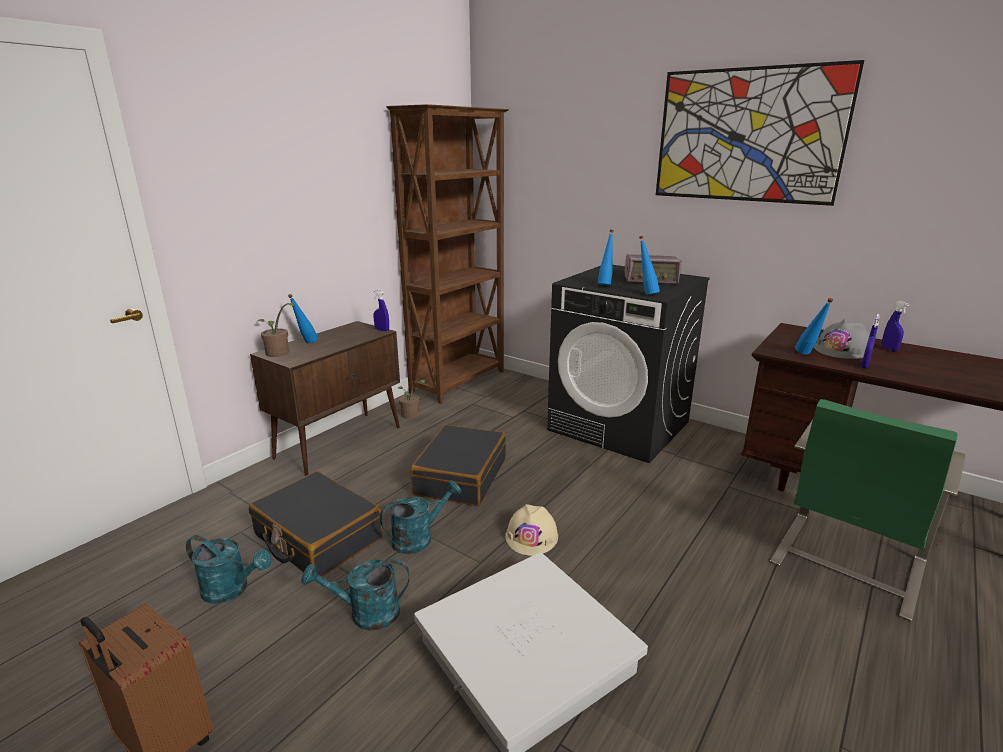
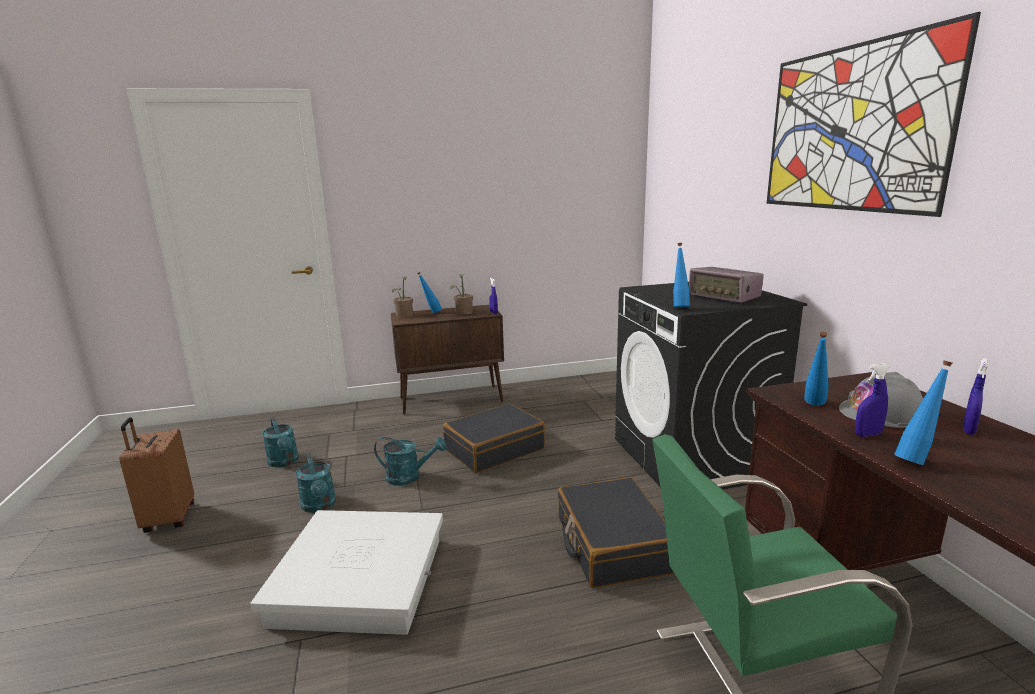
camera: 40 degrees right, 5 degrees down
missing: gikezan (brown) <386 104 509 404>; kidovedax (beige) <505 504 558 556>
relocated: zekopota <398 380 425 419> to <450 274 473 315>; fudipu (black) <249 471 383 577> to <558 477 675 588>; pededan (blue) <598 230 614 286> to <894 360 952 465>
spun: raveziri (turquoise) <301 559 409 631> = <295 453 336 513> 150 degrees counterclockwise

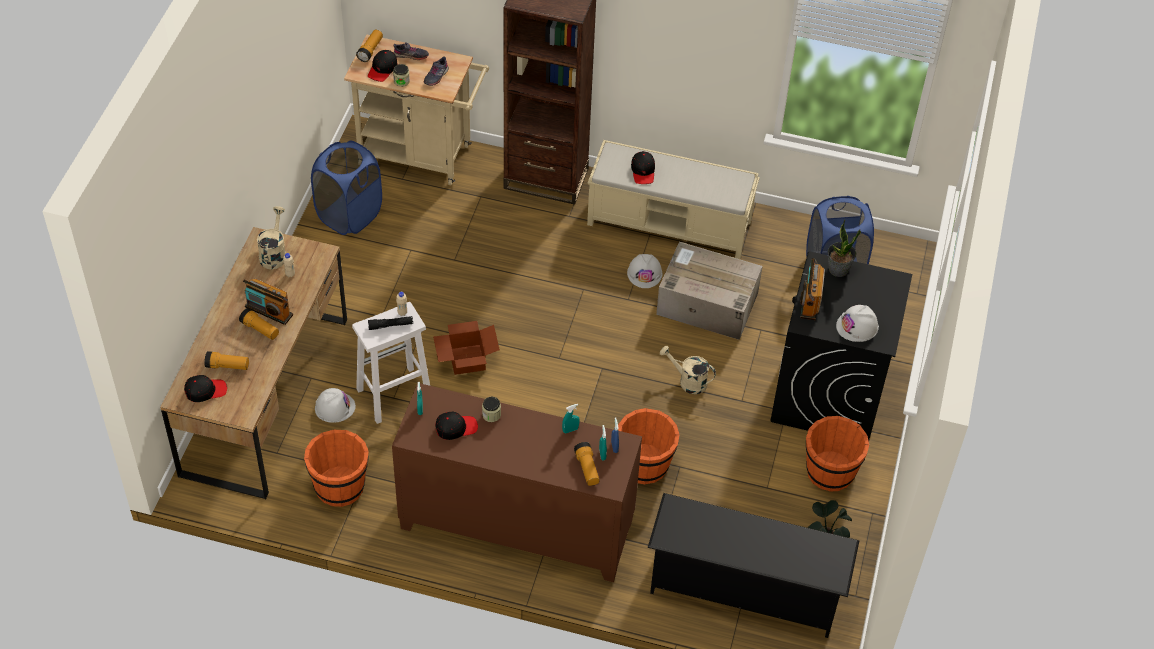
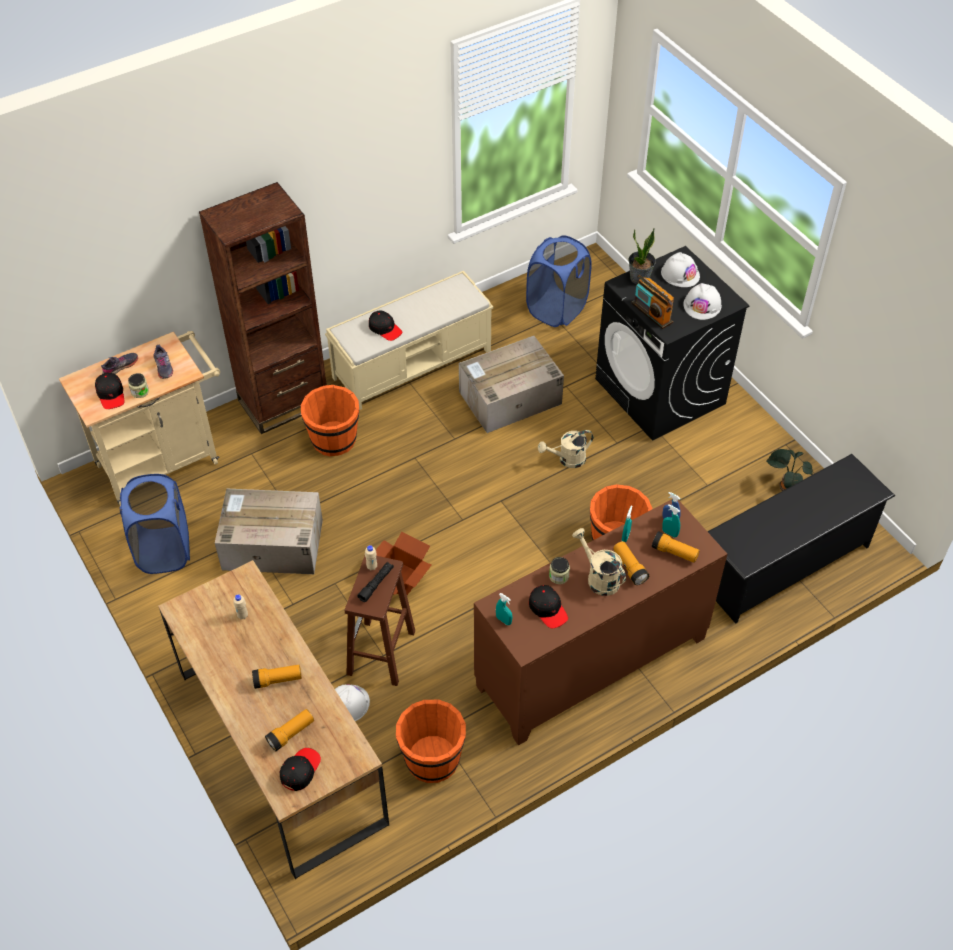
camera: 45 degrees left, 0 degrees up
missing: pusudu <243 279 293 325>
appeared: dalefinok <215 488 323 574>
relocated: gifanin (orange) <806 416 869 492> to <301 385 359 457>; raveziri (beige) <257 206 286 269> to <572 528 626 596>; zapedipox <356 30 383 62> to <613 541 649 585>; kidovedax (white) <627 254 662 288> to <661 252 700 287>
colour: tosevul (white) <352 302 430 424> to tosevul (brown) <345 556 415 686>
spun: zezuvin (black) <435 412 478 440> = <529 585 568 629> 120 degrees clockwise

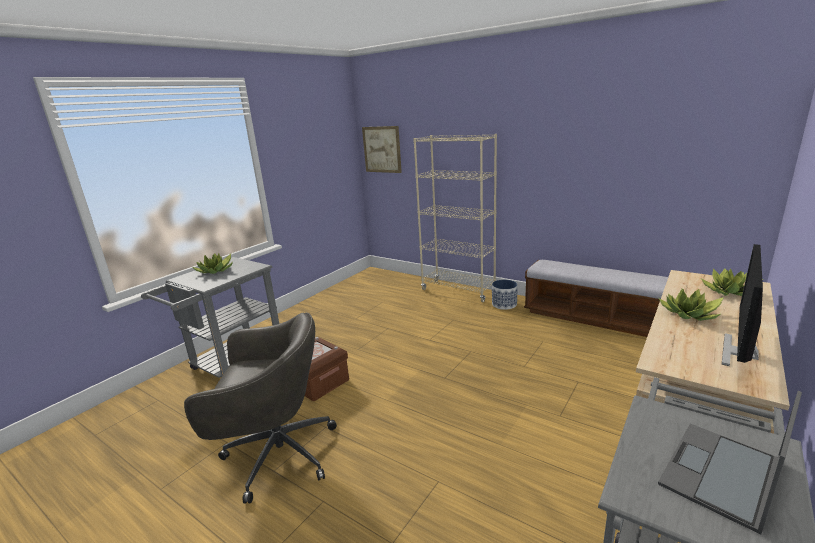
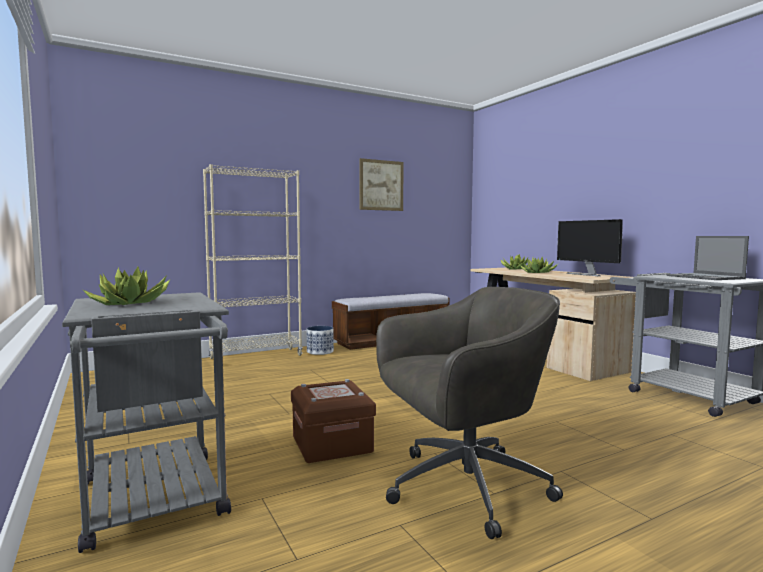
camera: 65 degrees left, 15 degrees down
relocated: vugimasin <362 126 402 173> to <359 158 404 211>
spun: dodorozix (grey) <184 313 337 504> = <376 287 563 539> 45 degrees clockwise

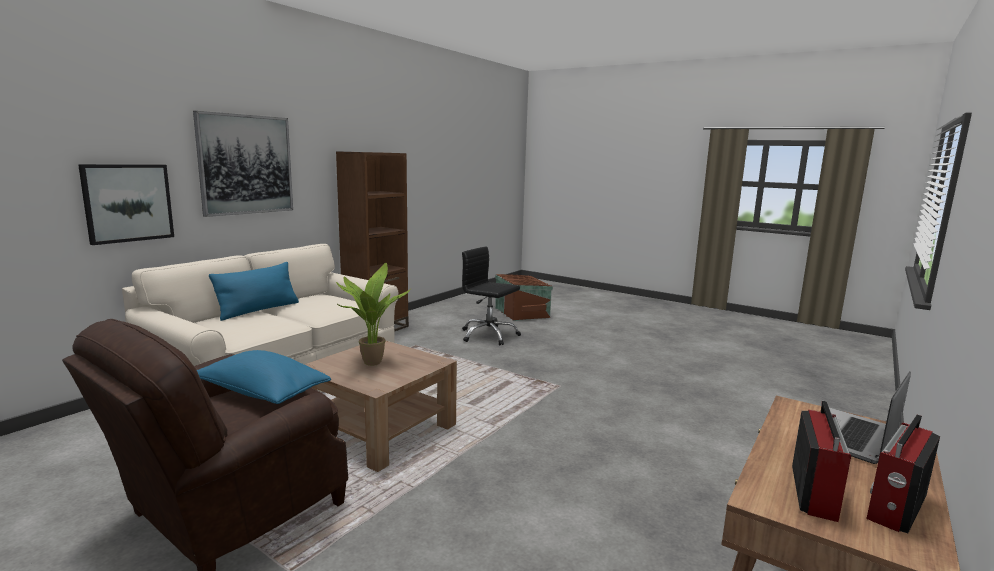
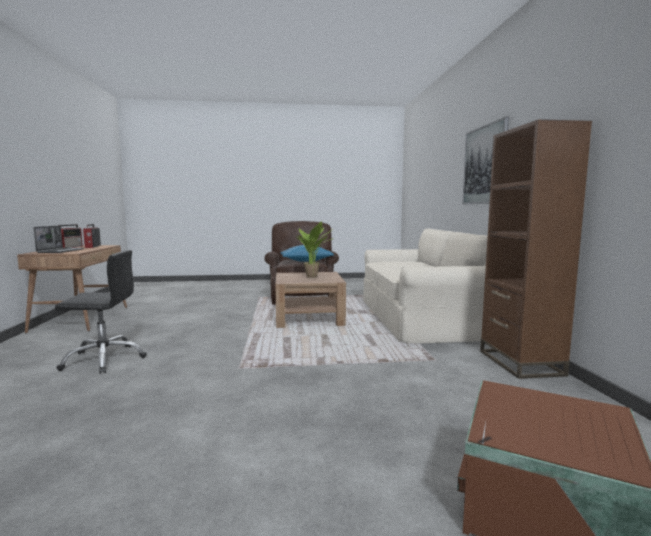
camera: 140 degrees right, 5 degrees down
missing: vugimasin <78 164 174 245>; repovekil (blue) <209 262 299 321>
relocated: dodorozix (black) <462 247 521 345> to <55 250 147 374>

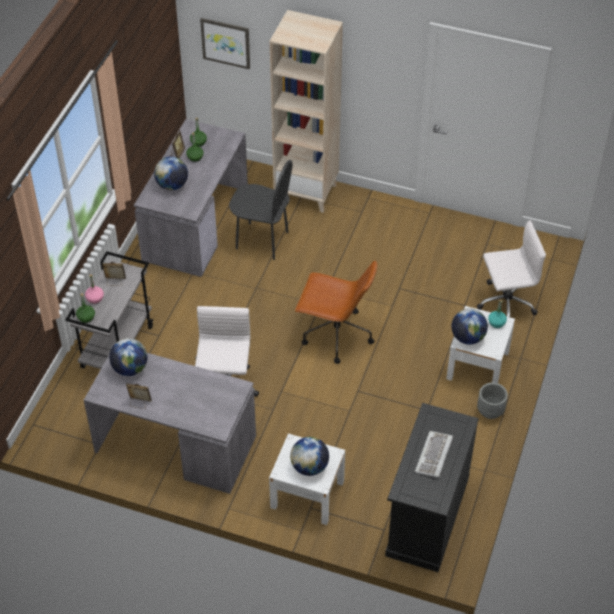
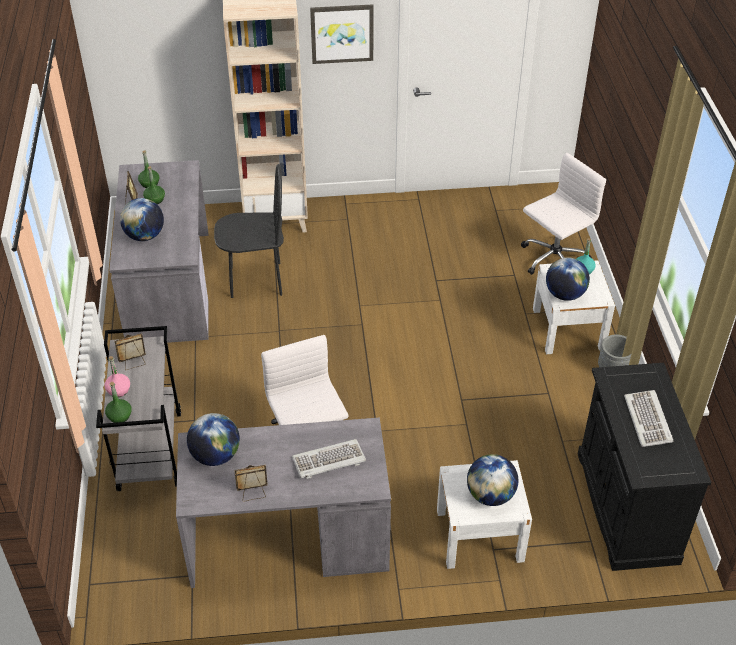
camera: 25 degrees left, 5 degrees down
missing: dodorozix (brown) <295 260 377 364>
appeared: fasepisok <292 439 366 479>
relocated: vugimasin <200 18 250 69> to <310 4 374 64>

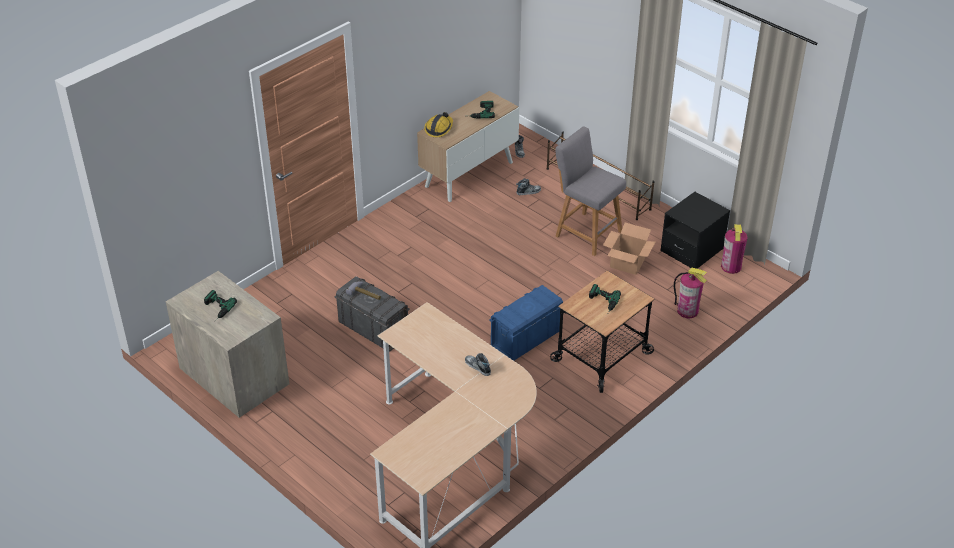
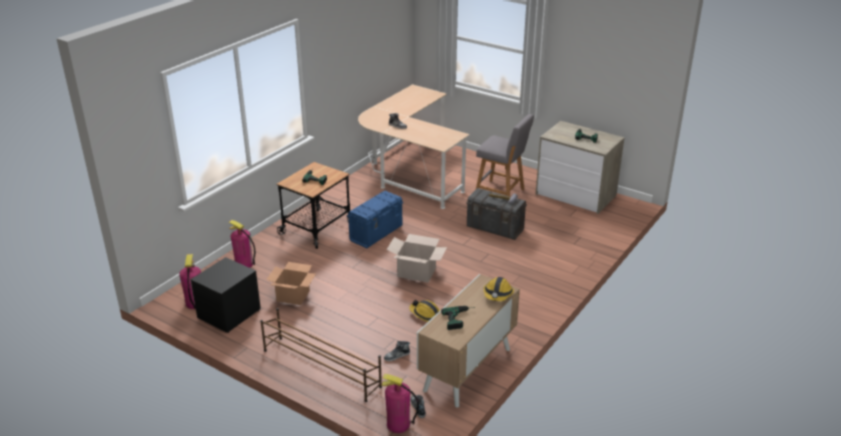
camera: 170 degrees right, 10 degrees down
appeared: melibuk <381 374 419 433>; dalefinok <386 234 447 282>; kidovedax <409 300 440 322>
relocated: tosevul (grey) <555 126 626 256> to <476 114 534 196>

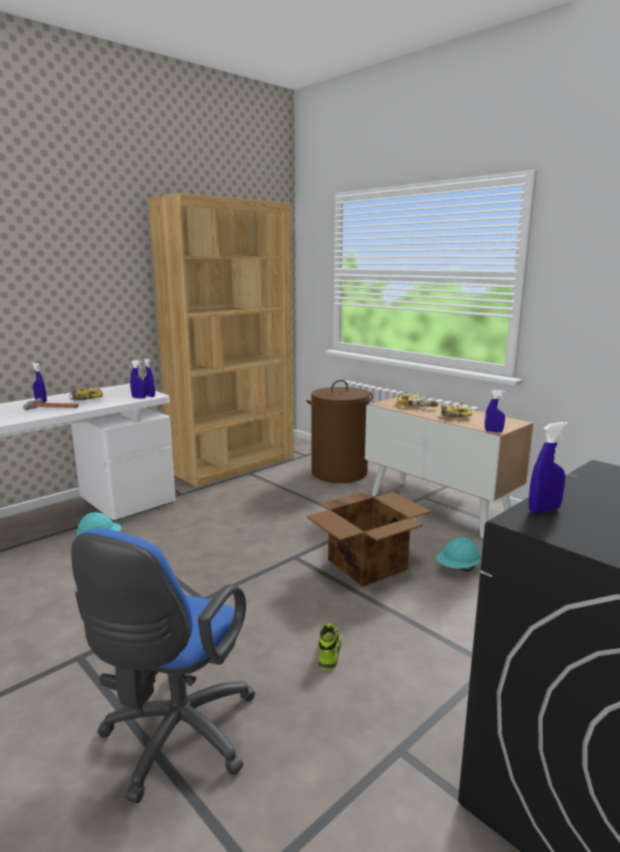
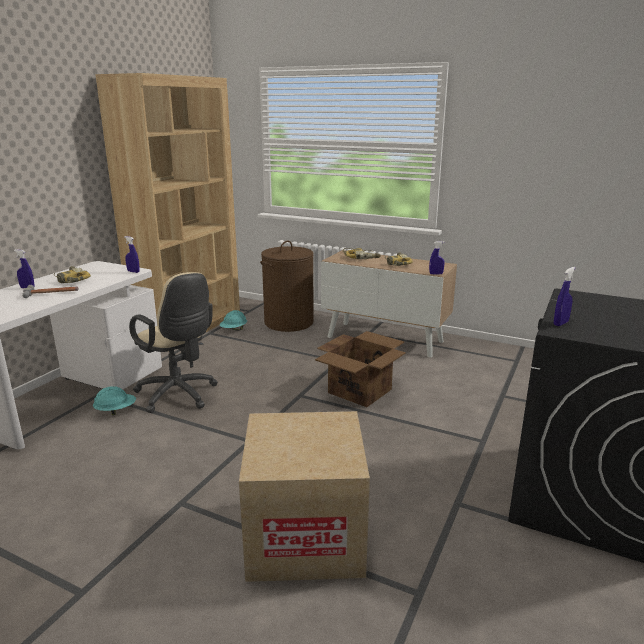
camera: 20 degrees left, 5 degrees up
missing: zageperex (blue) <130 360 146 399>; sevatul <319 623 341 670>
appeared: dodorozix (beige) <129 272 218 413>
relocated: kidovedax (turquoise) <436 537 481 572> to <220 310 247 331>
exchanged: dodorozix (blue) <71 528 256 803> to dalefinok <239 411 370 582>

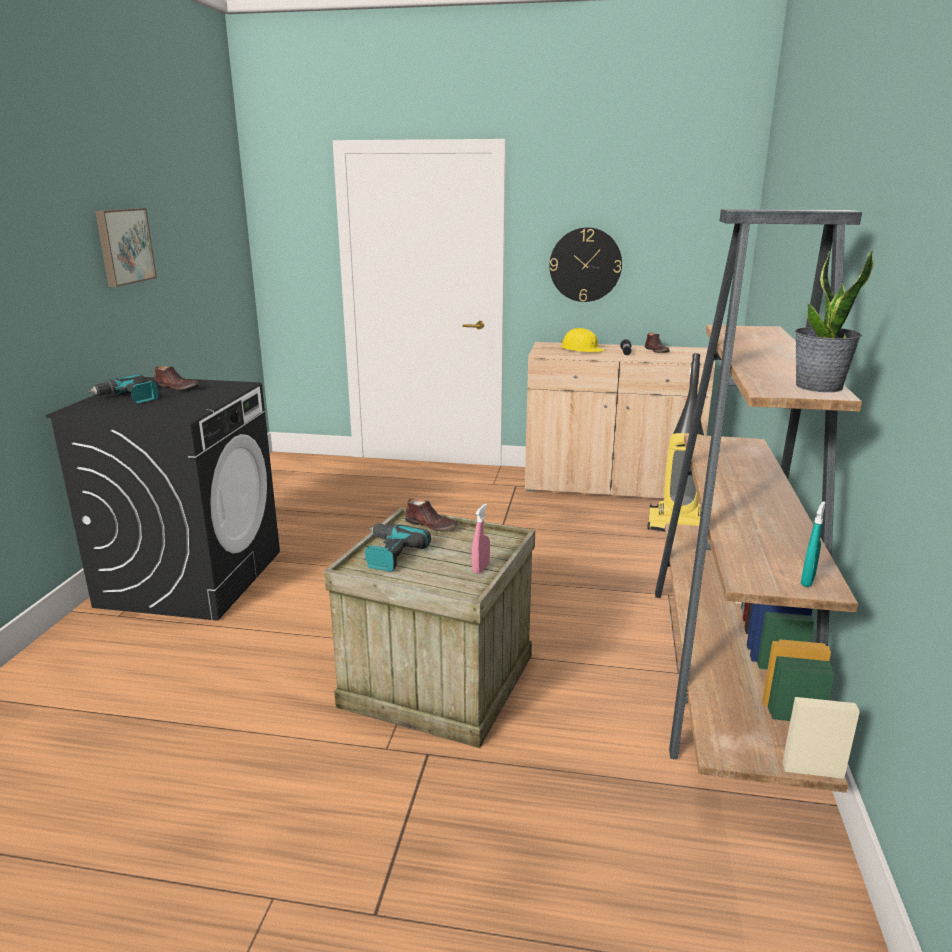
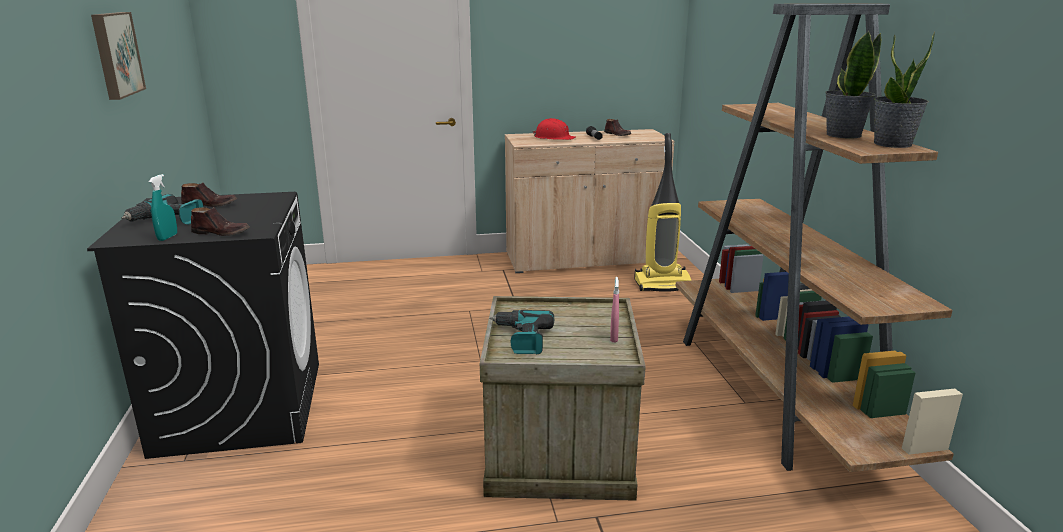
camera: 20 degrees left, 0 degrees up
missing: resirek <549 227 622 302>
appeared: zekopota <825 30 881 138>
relocated: zageperex (turquoise) <801 501 825 587> to <149 174 177 241>; sevatul (brown) <405 498 458 531> to <191 207 250 236>
colour: kidovedax (yellow) <561 328 605 353> to kidovedax (red) <532 118 576 140>

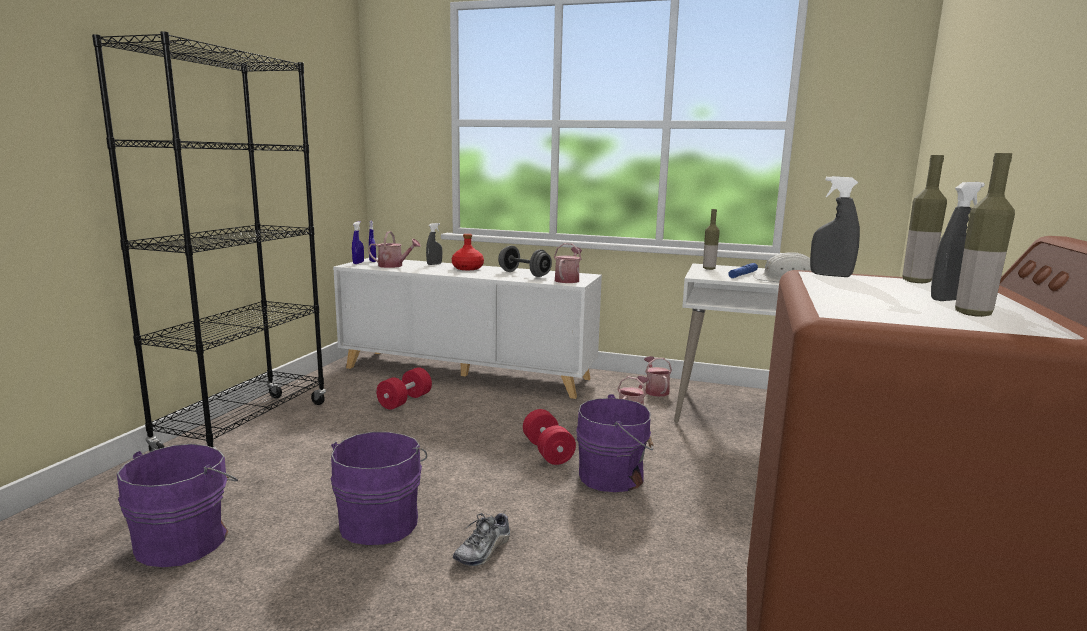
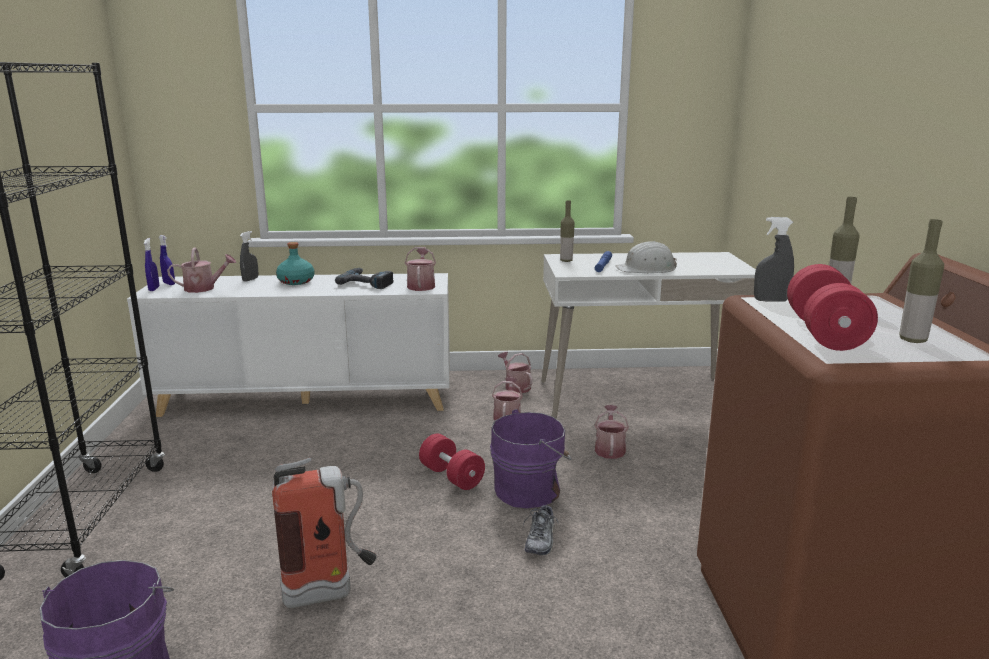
camera: 20 degrees left, 5 degrees up
missing: zageperex (grey) <931 182 985 301>
appeared: raveziri <594 405 629 459>
relocated: sevatul <453 513 510 566> to <523 505 559 555>; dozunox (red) <376 367 432 410> to <787 264 878 351>
exchanged: gifanin (purple) <331 432 427 545> to melibuk <272 458 377 608>; dozunox (grey) <498 246 552 277> to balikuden <335 268 394 289>
colour: pededan (red) <452 234 484 270> to pededan (turquoise) <276 242 314 285>

